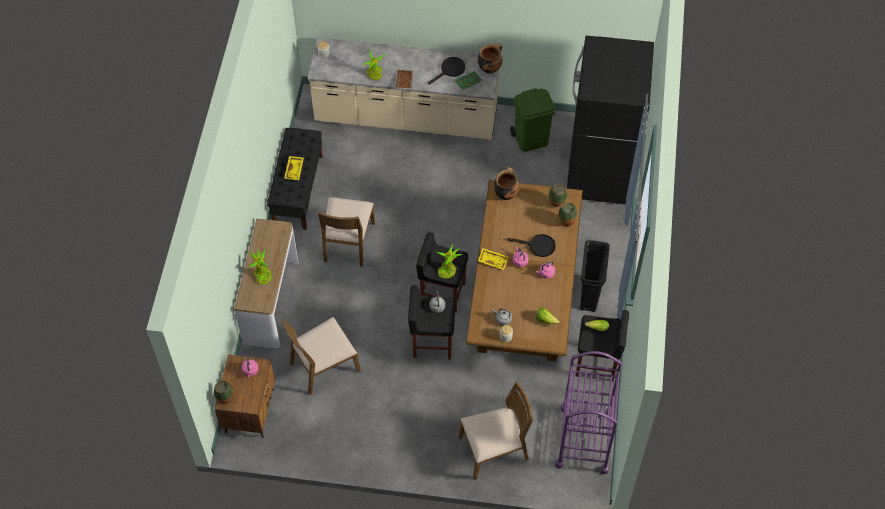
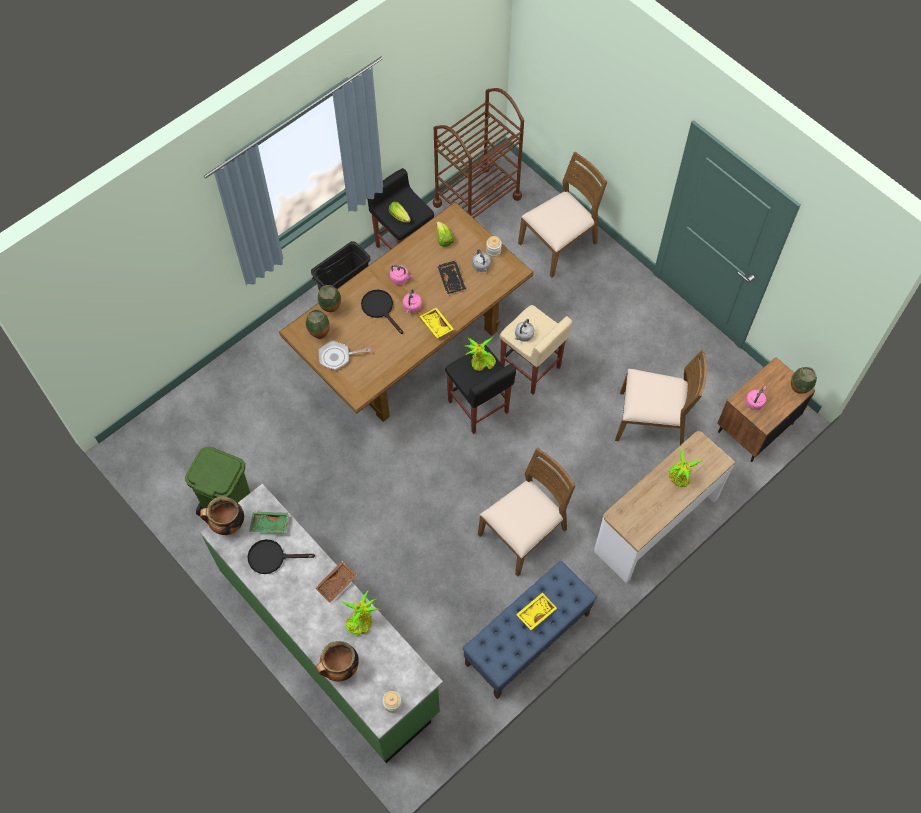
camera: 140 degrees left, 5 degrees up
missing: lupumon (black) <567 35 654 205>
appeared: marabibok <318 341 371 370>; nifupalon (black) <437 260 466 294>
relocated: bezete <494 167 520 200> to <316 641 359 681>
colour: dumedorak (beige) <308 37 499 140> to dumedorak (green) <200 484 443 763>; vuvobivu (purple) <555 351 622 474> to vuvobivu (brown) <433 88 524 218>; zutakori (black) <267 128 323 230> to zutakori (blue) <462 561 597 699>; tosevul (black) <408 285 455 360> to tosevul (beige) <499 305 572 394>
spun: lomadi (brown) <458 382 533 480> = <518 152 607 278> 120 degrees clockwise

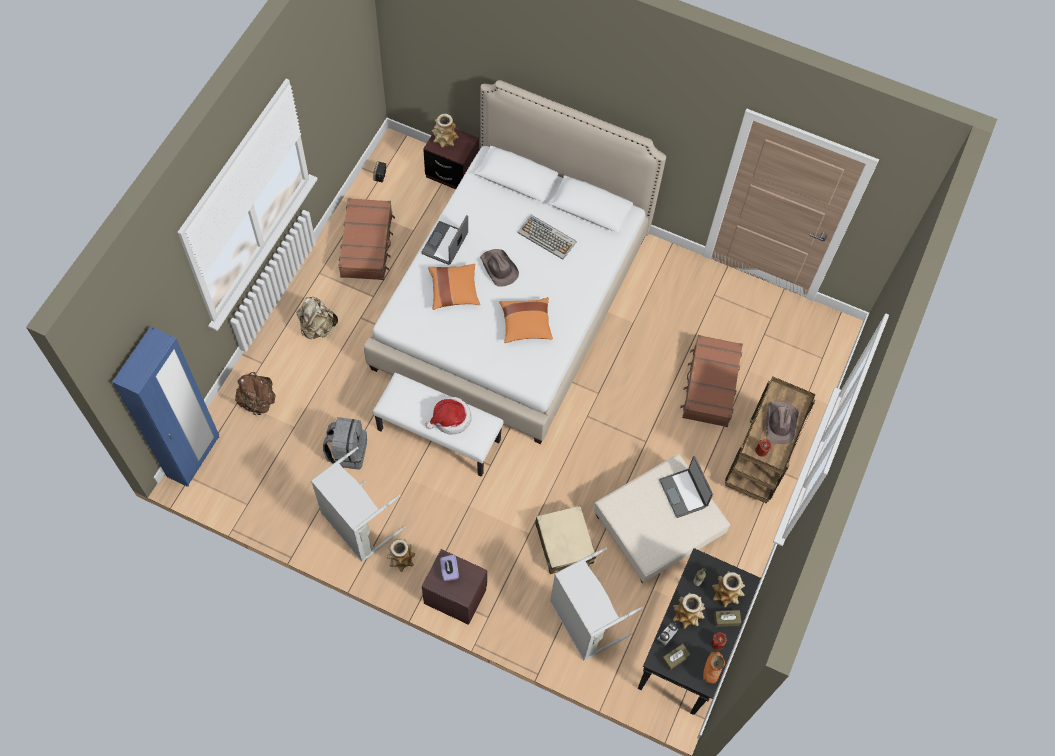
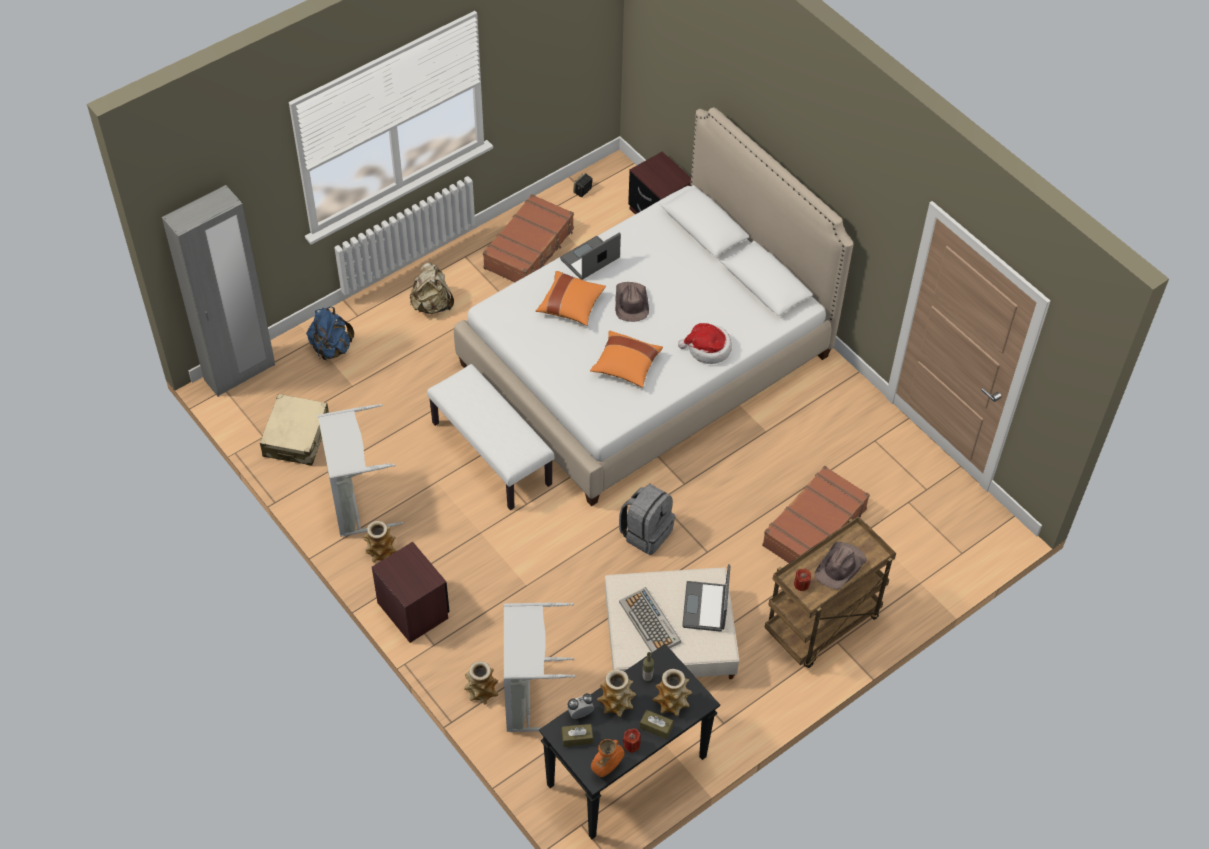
camera: 30 degrees right, 10 degrees down
missing: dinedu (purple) <440 554 459 581>
relocated: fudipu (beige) <535 506 596 574> to <260 394 329 466>; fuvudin <432 114 458 148> to <464 661 498 704>; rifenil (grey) <323 417 367 470> to <619 484 675 555>; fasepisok <518 215 576 260> to <619 587 681 653>; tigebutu <425 397 472 435> to <678 323 732 364>
colour: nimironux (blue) <112 326 219 487> to nimironux (grey) <162 185 275 397>; rifenil (brown) <235 372 275 415> to rifenil (blue) <306 307 354 360>

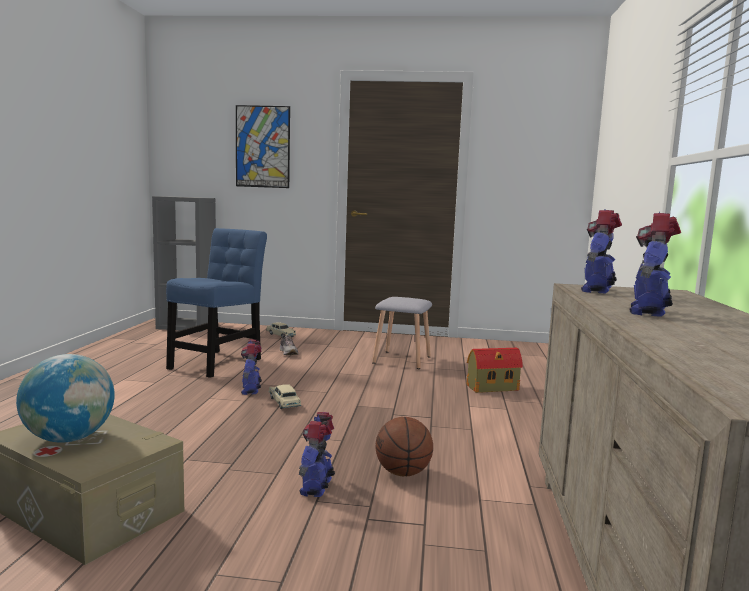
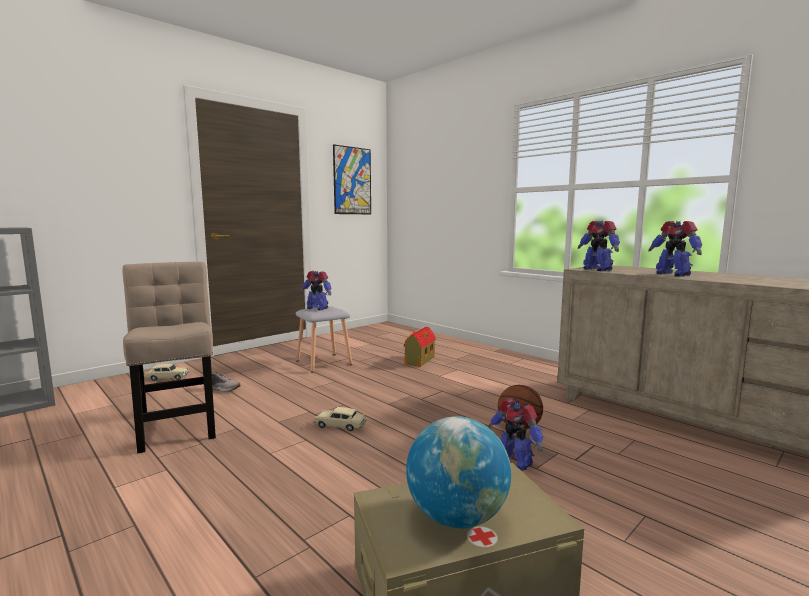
camera: 50 degrees left, 0 degrees up
relocated: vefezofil <241 339 262 395> to <301 271 331 310>; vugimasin <236 105 290 188> to <333 144 371 214>
colour: lomadi (blue) <166 228 267 378> to lomadi (beige) <123 262 216 453>

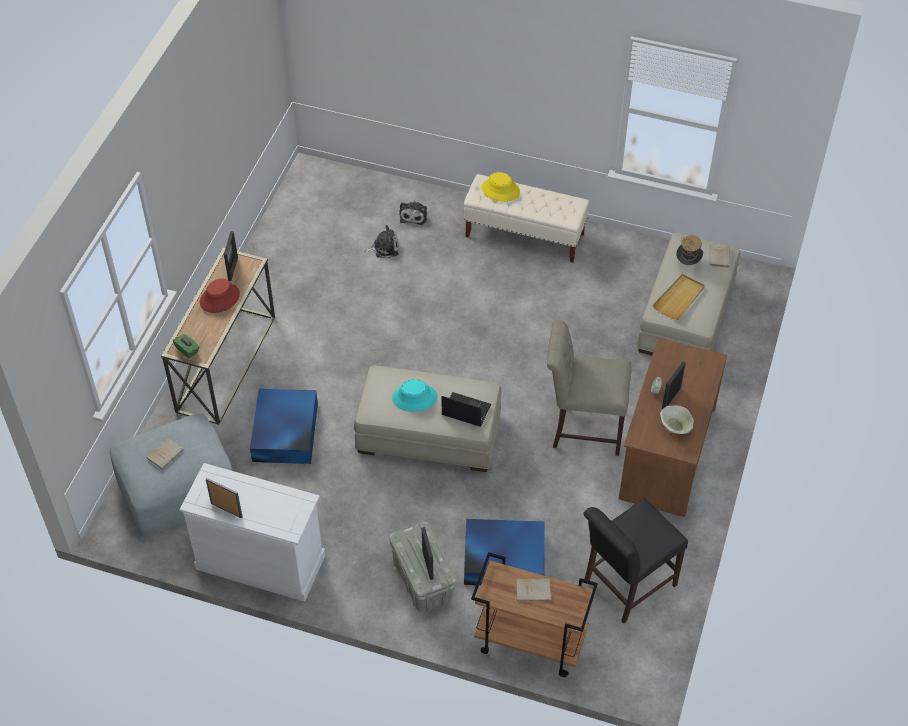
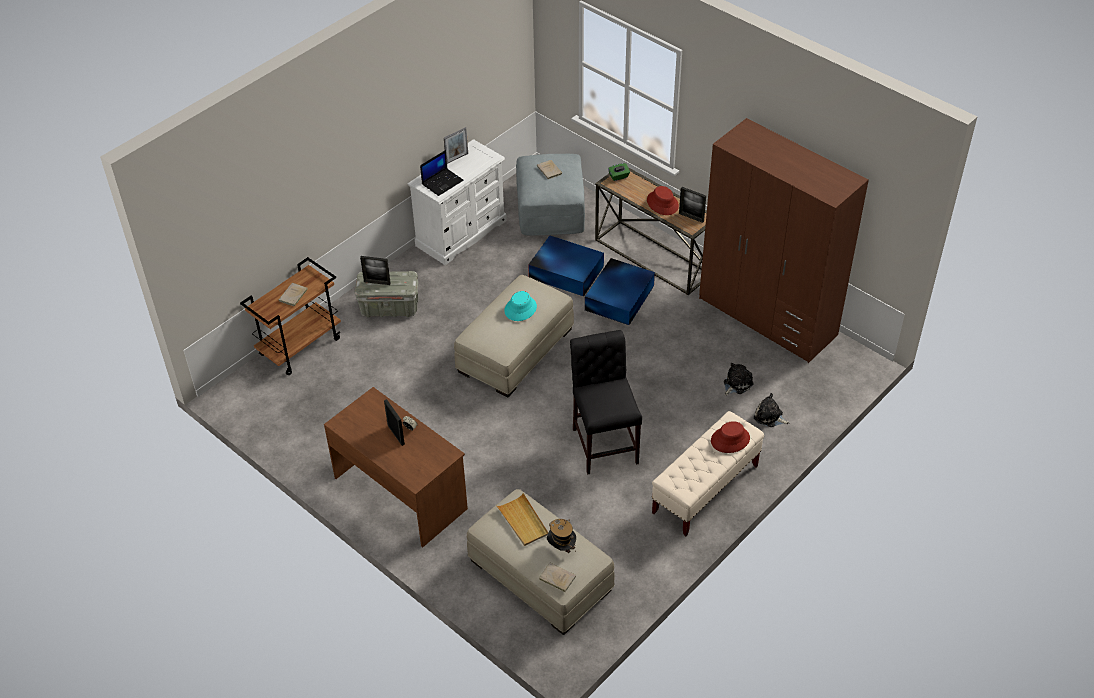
camera: 115 degrees right, 5 degrees down
missing: lomadi (beige) <547 319 631 456>; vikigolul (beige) <660 405 694 434>
appeared: nimironux (brown) <699 118 869 363>
relocated: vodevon <442 392 491 427> to <420 150 464 196>; lomadi (black) <583 497 688 623> to <570 330 642 474>; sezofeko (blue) <464 519 545 585> to <585 258 655 325>
colour: tigebutu (yellow) <482 172 520 202> to tigebutu (red) <711 421 750 453>
spun: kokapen <364 225 399 258> = <724 363 753 396> 150 degrees counterclockwise

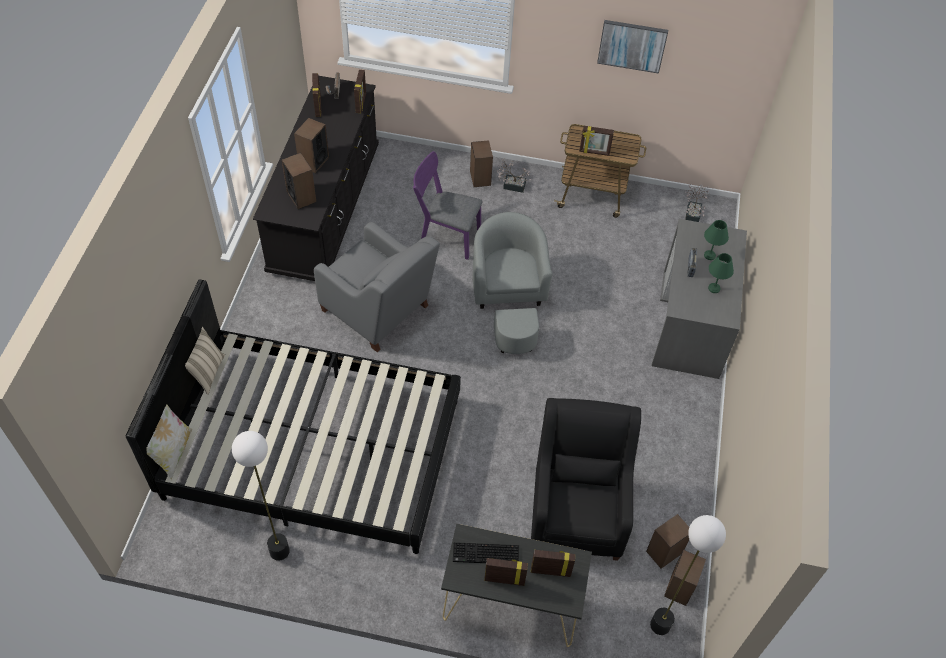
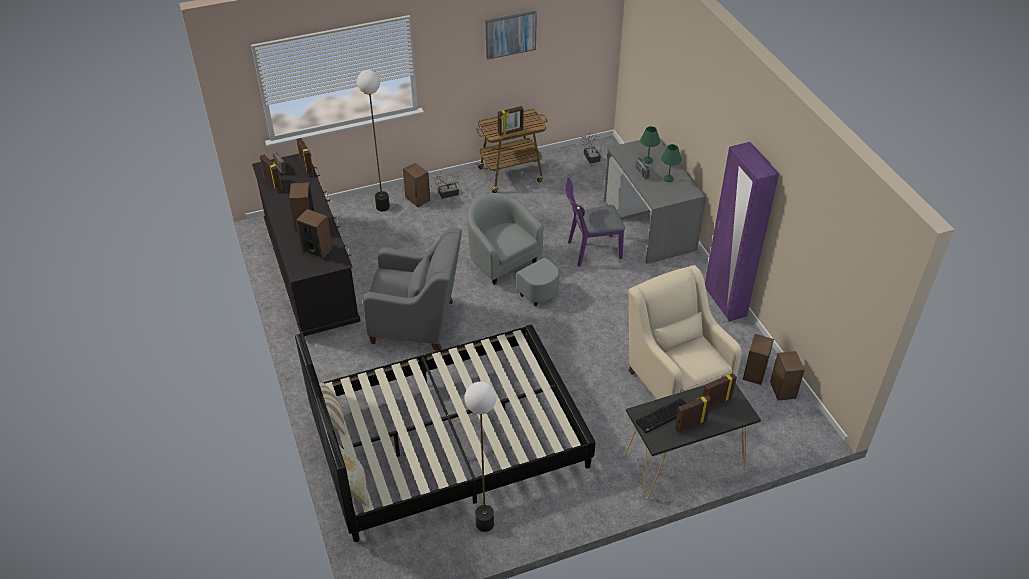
camera: 30 degrees left, 10 degrees down
appeared: nimironux (purple) <705 142 779 321>
relocated: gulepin <650 515 726 635> to <357 70 390 211>; lomadi (purple) <413 151 483 260> to <565 178 625 267>
colour: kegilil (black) <531 398 641 561> to kegilil (beige) <628 265 742 399>

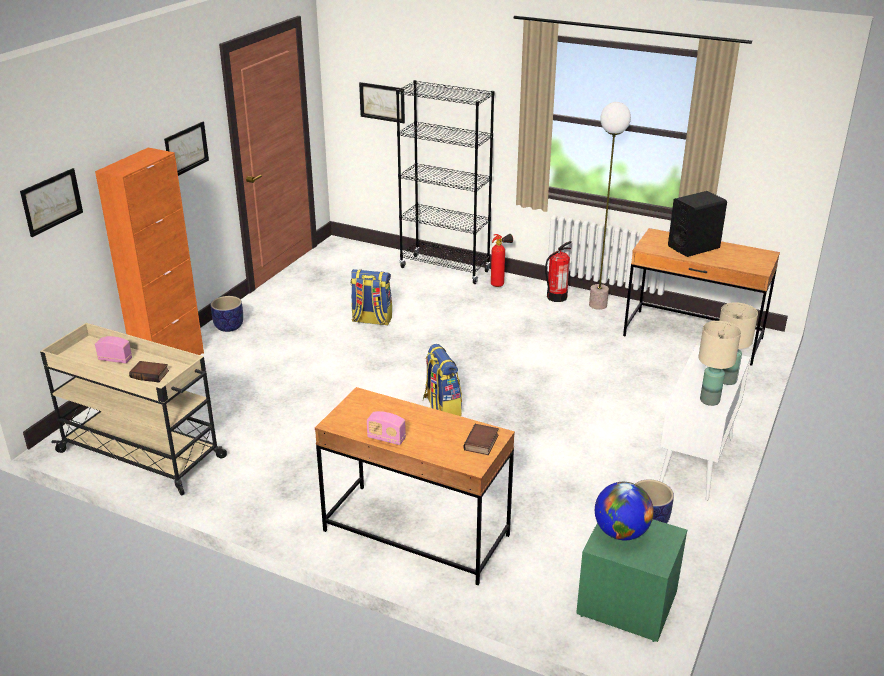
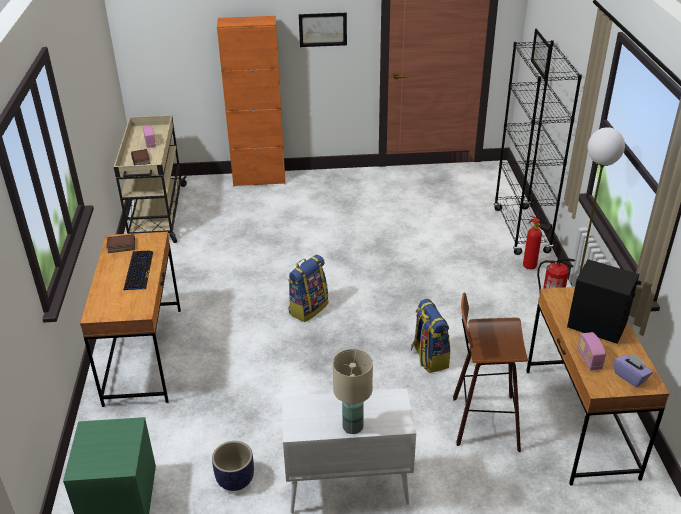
camera: 60 degrees right, 5 degrees up
missing: vugimasin <20 168 83 237>; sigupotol <210 296 243 332>; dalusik <595 482 654 540>; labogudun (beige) <698 321 741 406>
appeared: fasepisok <124 251 153 291>; tosevul <453 293 528 452>; dinedu (purple) <614 353 653 387>
relocated: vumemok <463 424 499 455> to <107 234 135 253>; rifenil <351 269 392 326> to <411 299 450 373>; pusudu <367 411 406 445> to <577 332 606 370>

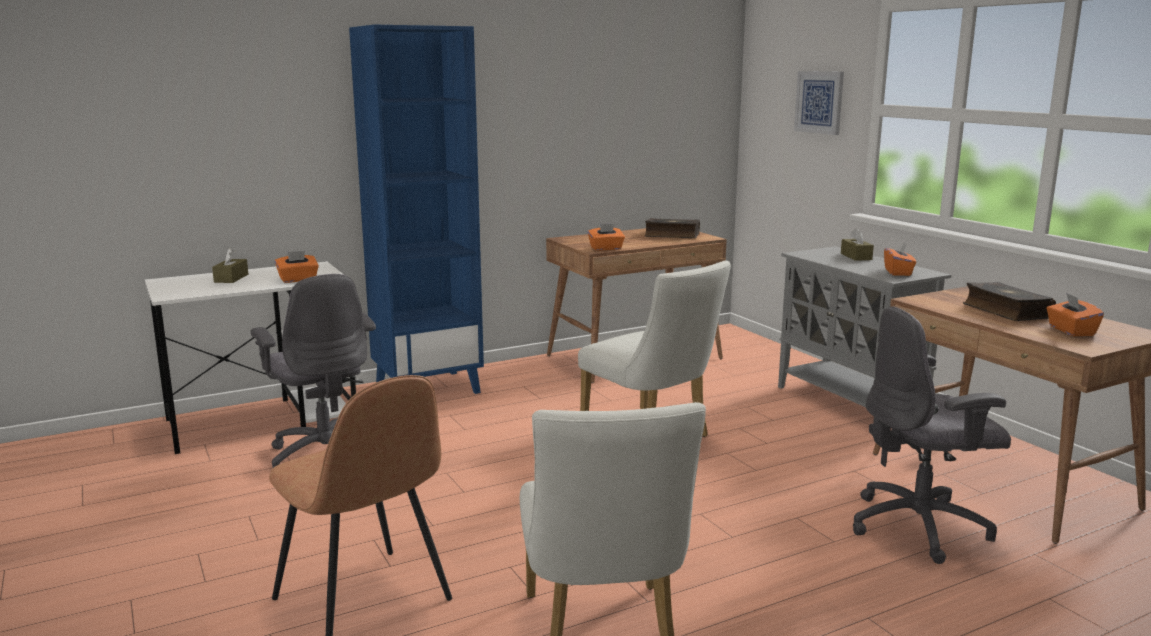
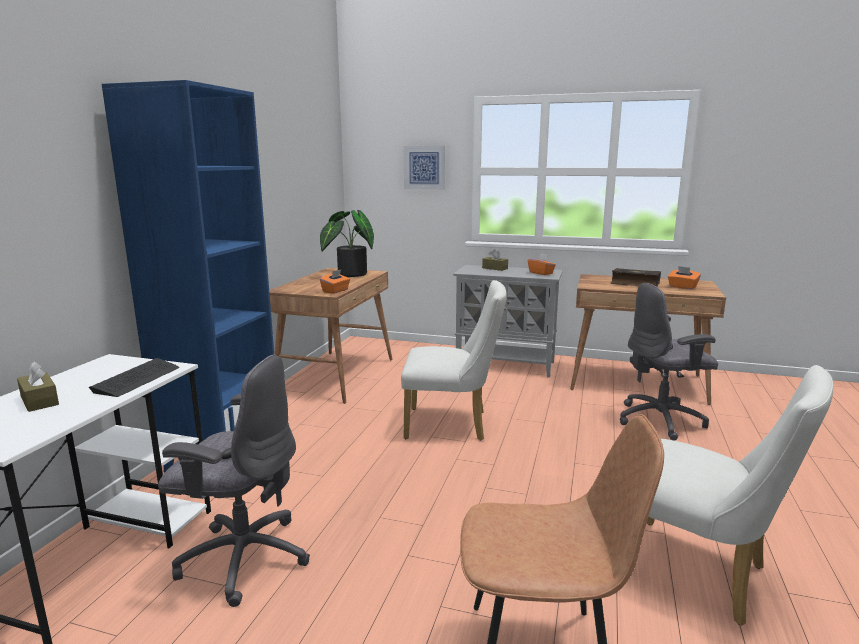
camera: 45 degrees left, 0 degrees up
exchanged: dinedu (orange) <275 251 319 283> to fasepisok <89 358 179 397>; vumemok <645 218 700 238> to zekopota <320 210 374 277>
spun: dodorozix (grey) <853 306 1011 564> = <620 283 718 441> 45 degrees clockwise

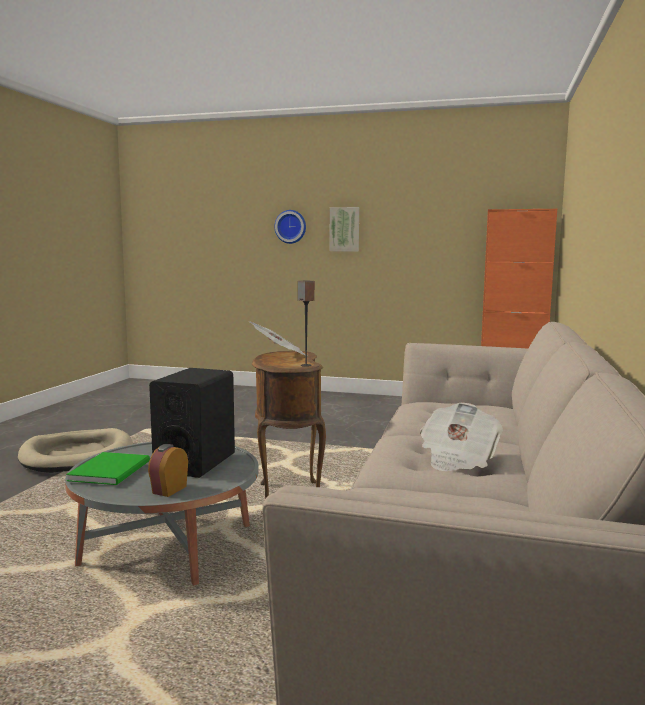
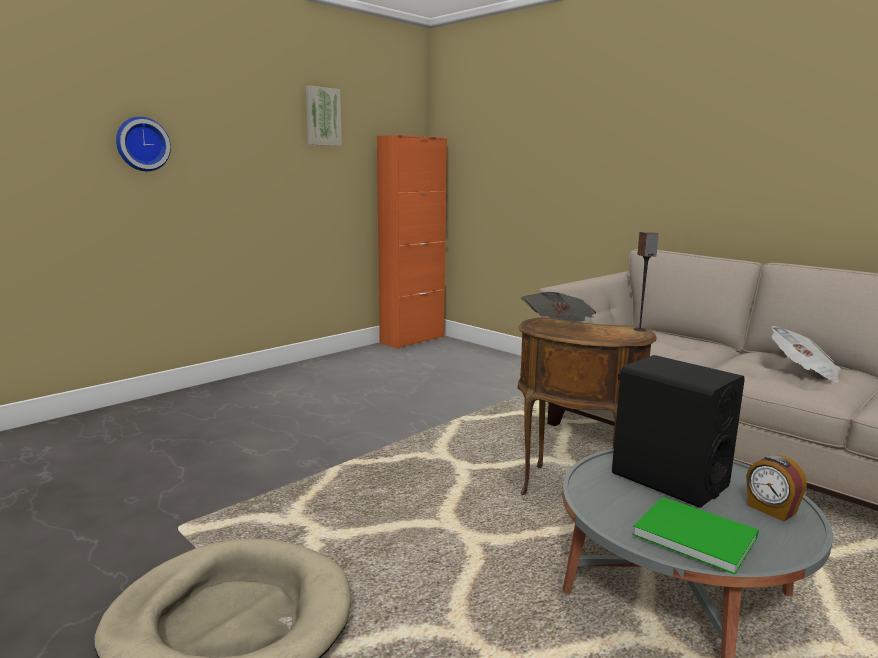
camera: 60 degrees left, 5 degrees up
relocated: vugimasin <329 207 359 252> to <306 86 342 146>

